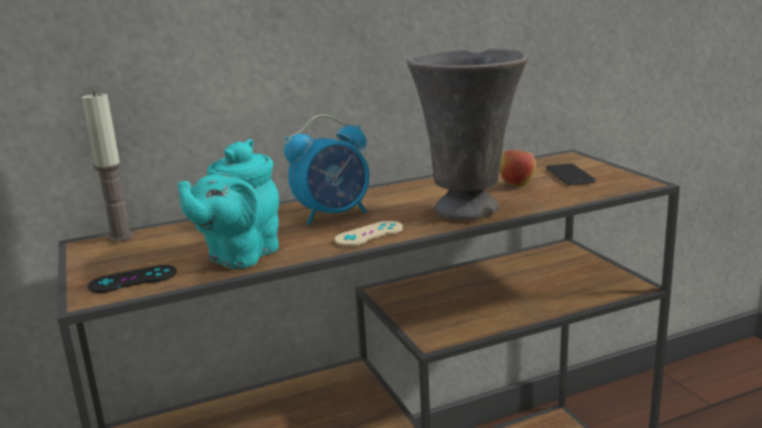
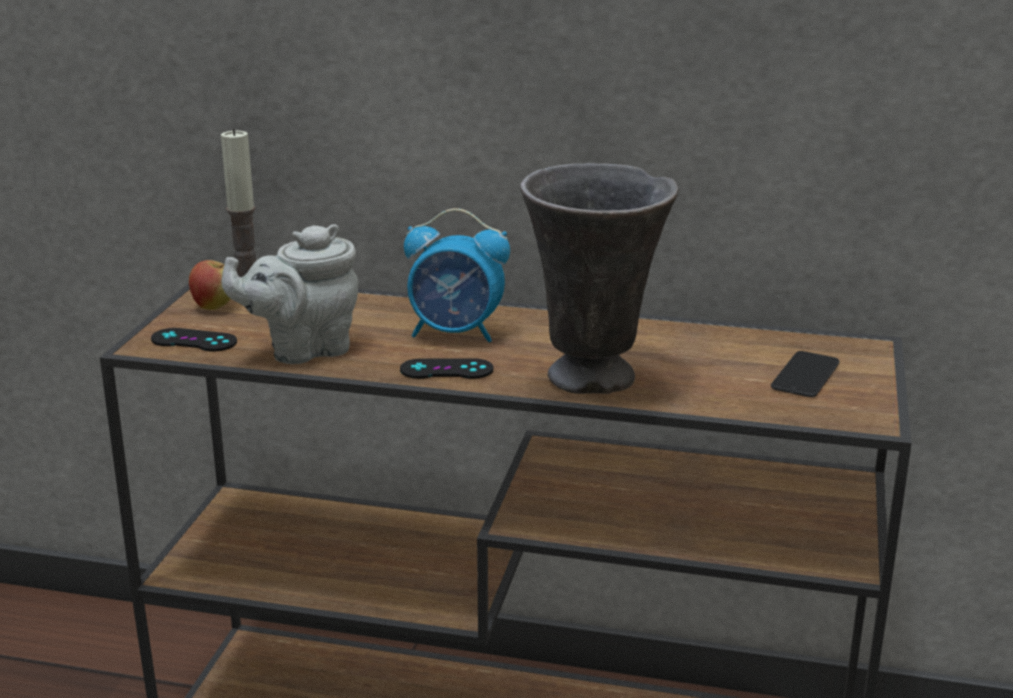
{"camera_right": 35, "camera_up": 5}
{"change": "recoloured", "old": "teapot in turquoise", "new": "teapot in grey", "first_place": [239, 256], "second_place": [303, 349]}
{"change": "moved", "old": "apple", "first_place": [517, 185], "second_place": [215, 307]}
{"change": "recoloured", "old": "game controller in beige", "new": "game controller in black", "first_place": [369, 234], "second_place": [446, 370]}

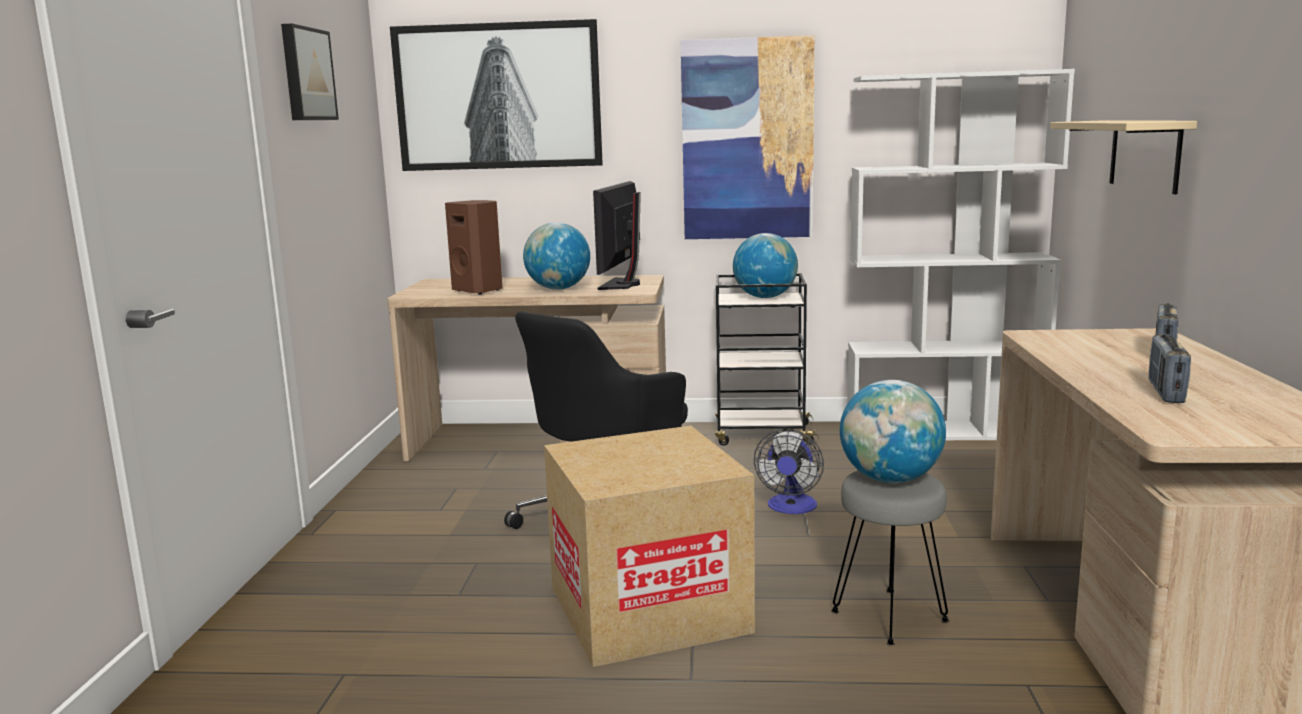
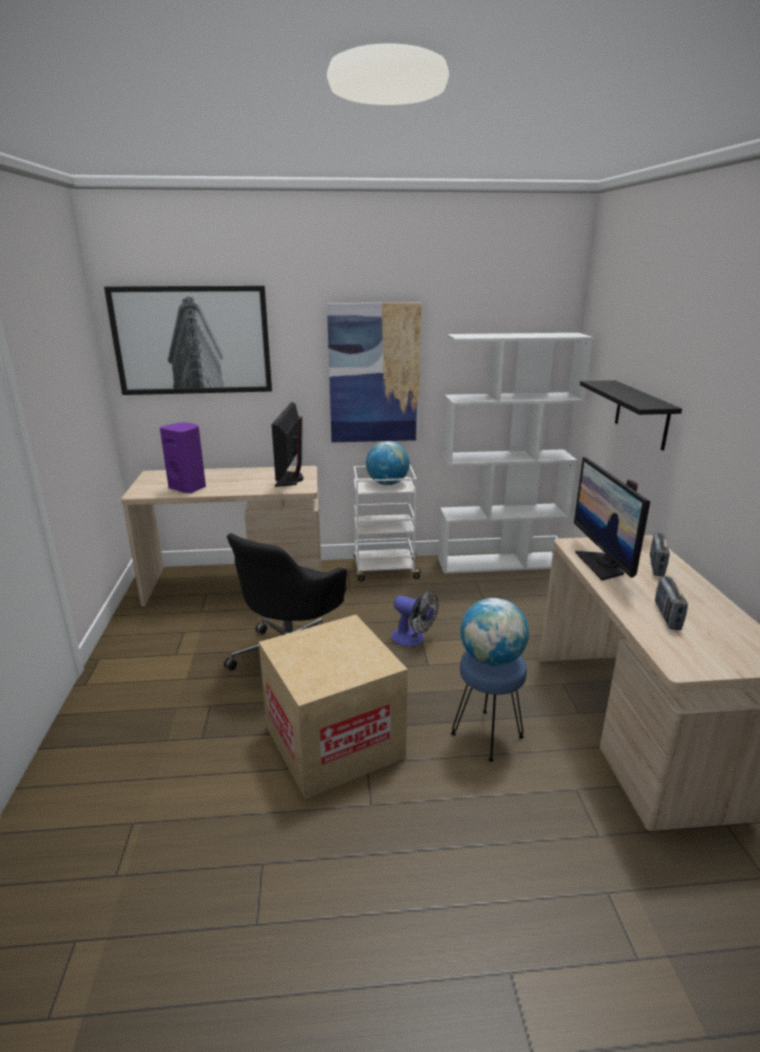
{"camera_right": -10, "camera_up": 10}
{"change": "removed", "old": "picture", "first_place": [306, 74]}
{"change": "recoloured", "old": "shelf in beige", "new": "shelf in black", "first_place": [1144, 154], "second_place": [641, 414]}
{"change": "recoloured", "old": "speaker in brown", "new": "speaker in purple", "first_place": [479, 290], "second_place": [189, 488]}
{"change": "removed", "old": "globe", "first_place": [558, 289]}
{"change": "recoloured", "old": "cart in black", "new": "cart in white", "first_place": [761, 435], "second_place": [384, 570]}
{"change": "turned", "old": "fan", "first_place": [791, 508], "second_place": [413, 639], "degrees": -60}
{"change": "recoloured", "old": "stool in grey", "new": "stool in blue", "first_place": [888, 615], "second_place": [486, 734]}
{"change": "added", "new": "monitor", "second_place": [602, 565]}

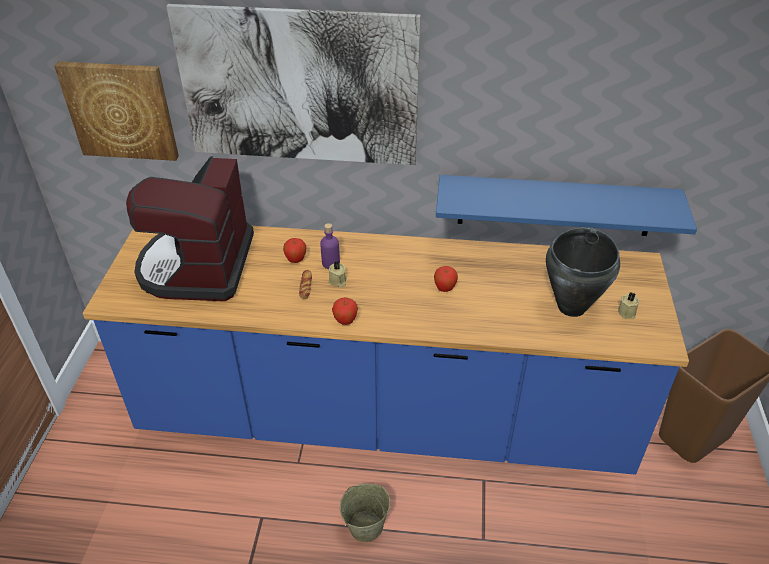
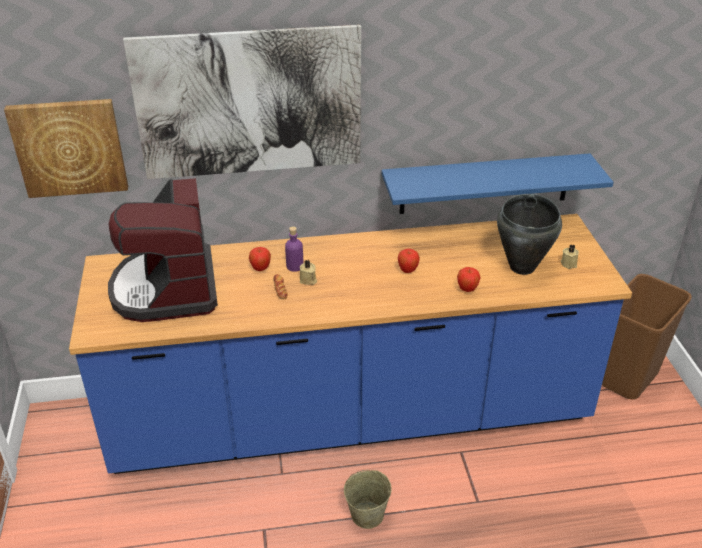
{"camera_right": -15, "camera_up": -5}
{"change": "moved", "old": "apple", "first_place": [345, 321], "second_place": [467, 290]}

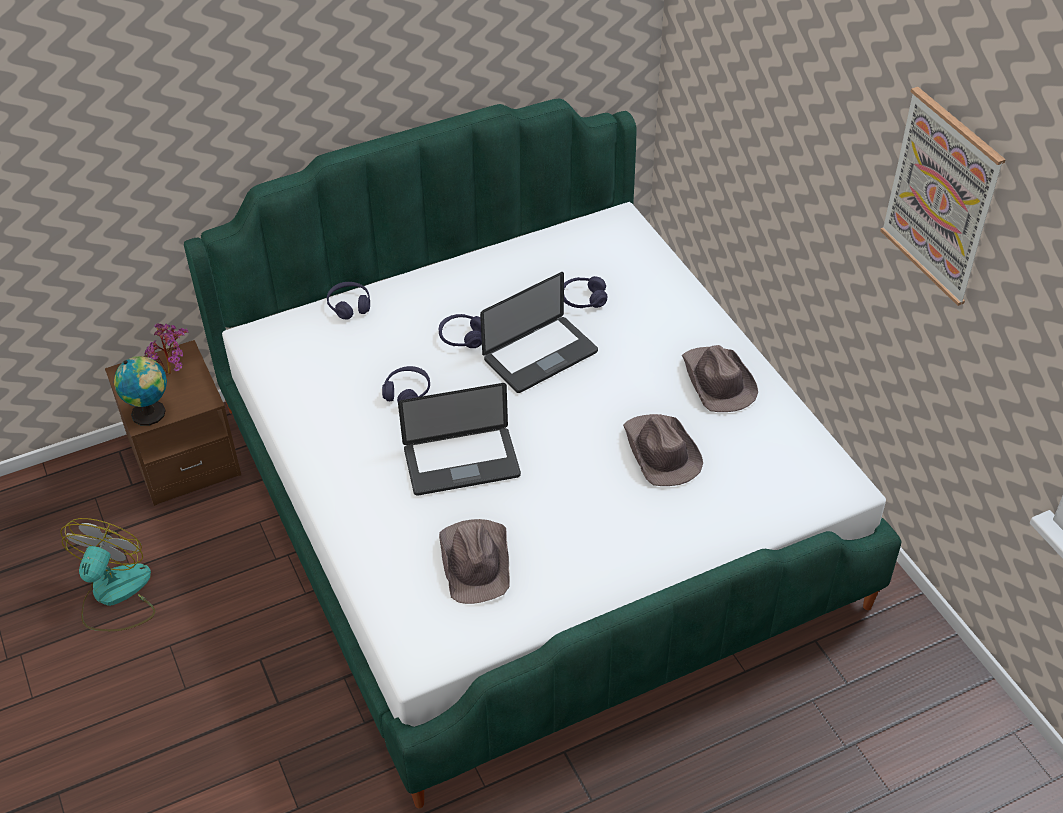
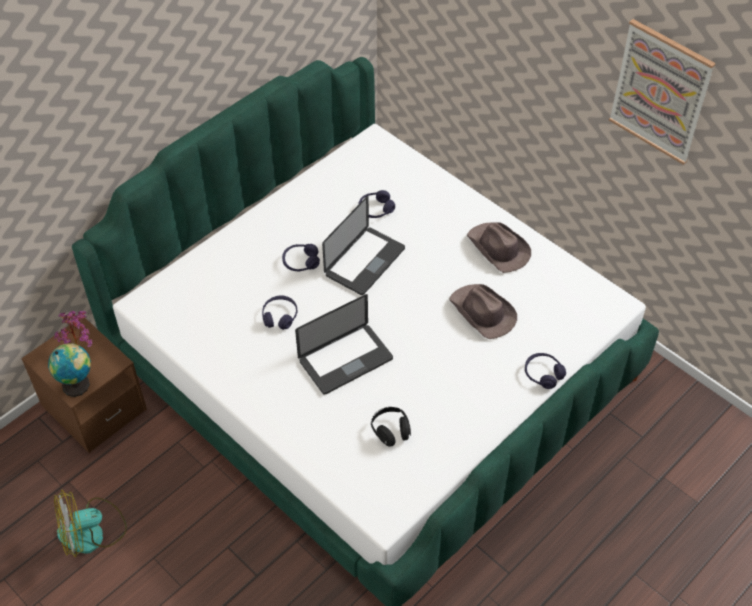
{"camera_right": -20, "camera_up": 5}
{"change": "moved", "old": "headphones in purple", "first_place": [349, 306], "second_place": [543, 374]}
{"change": "turned", "old": "fan", "first_place": [115, 596], "second_place": [92, 533], "degrees": -105}
{"change": "replaced", "old": "hat in brown", "new": "headphones in black", "first_place": [476, 561], "second_place": [391, 431]}

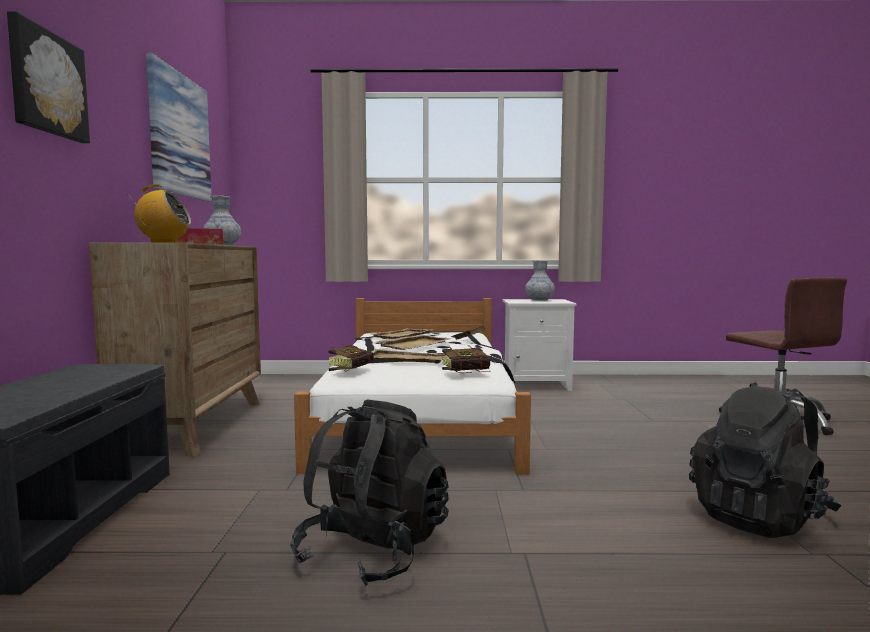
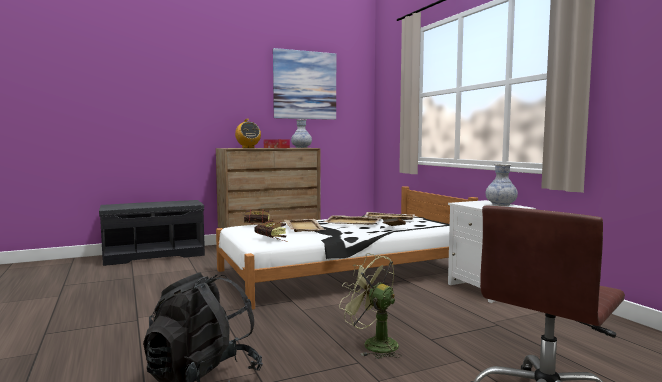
{"camera_right": 65, "camera_up": 0}
{"change": "removed", "old": "picture", "first_place": [46, 83]}
{"change": "removed", "old": "backpack in black", "first_place": [373, 551]}
{"change": "added", "new": "fan in green", "second_place": [373, 344]}

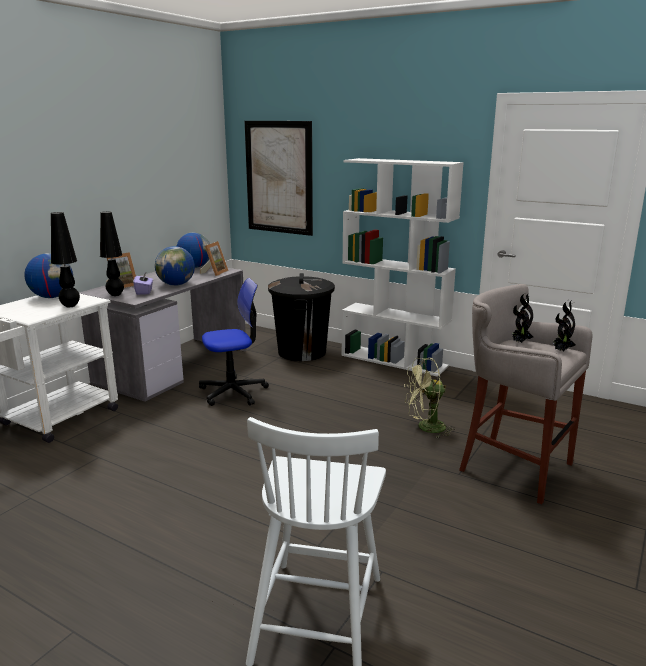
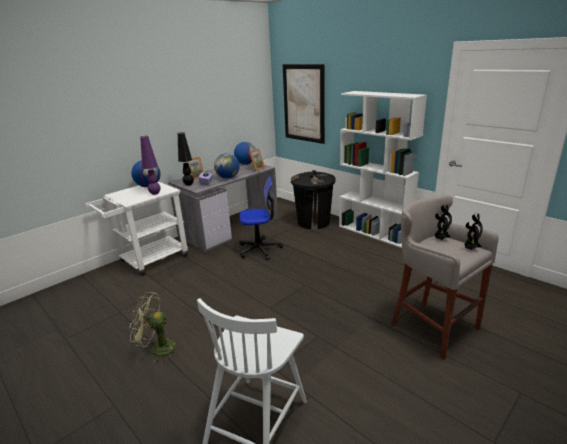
{"camera_right": 15, "camera_up": 5}
{"change": "recoloured", "old": "table lamp in black", "new": "table lamp in purple", "first_place": [70, 306], "second_place": [155, 193]}
{"change": "moved", "old": "fan in green", "first_place": [426, 428], "second_place": [157, 349]}

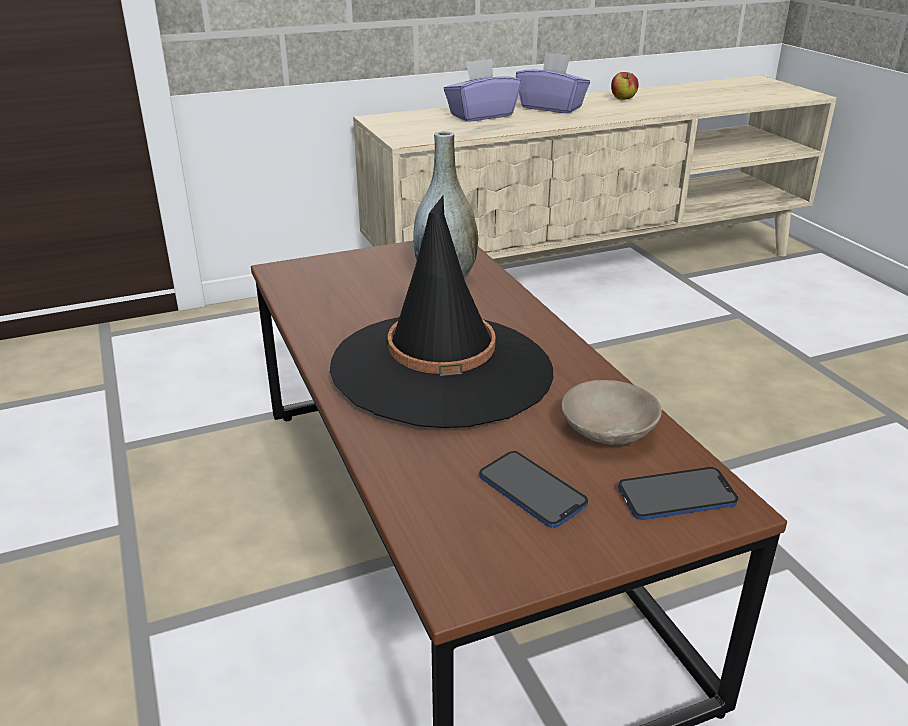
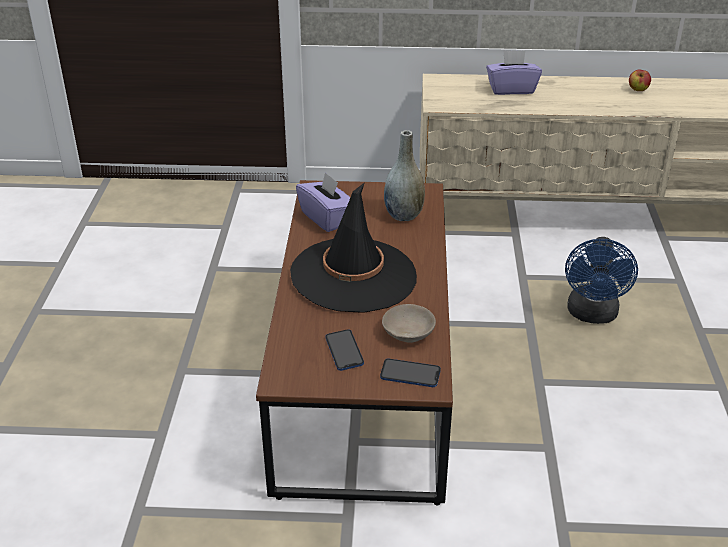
{"camera_right": 25, "camera_up": 5}
{"change": "moved", "old": "tissue box in purple", "first_place": [551, 107], "second_place": [327, 218]}
{"change": "added", "new": "fan in blue", "second_place": [592, 315]}

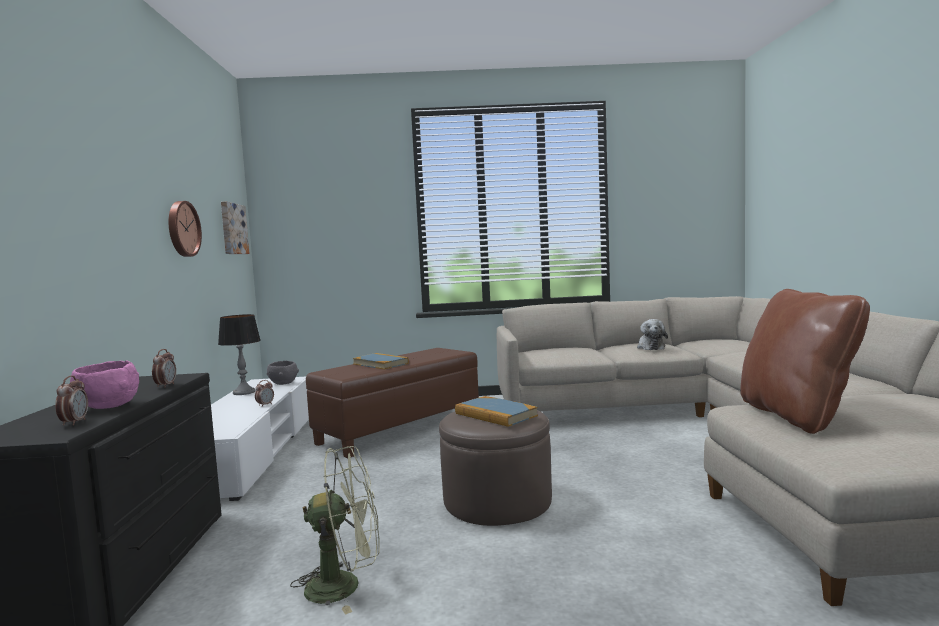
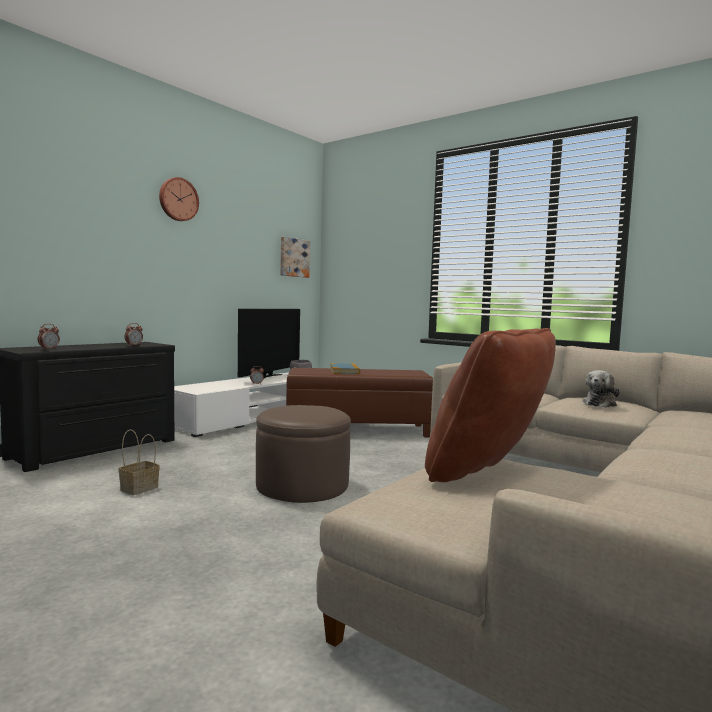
{"camera_right": 40, "camera_up": 0}
{"change": "moved", "old": "wall clock", "first_place": [182, 229], "second_place": [178, 199]}
{"change": "replaced", "old": "table lamp", "new": "television", "first_place": [244, 392], "second_place": [269, 376]}
{"change": "removed", "old": "bowl in pink", "first_place": [108, 407]}
{"change": "removed", "old": "book", "first_place": [495, 415]}
{"change": "replaced", "old": "fan in green", "new": "basket", "first_place": [345, 585], "second_place": [140, 488]}

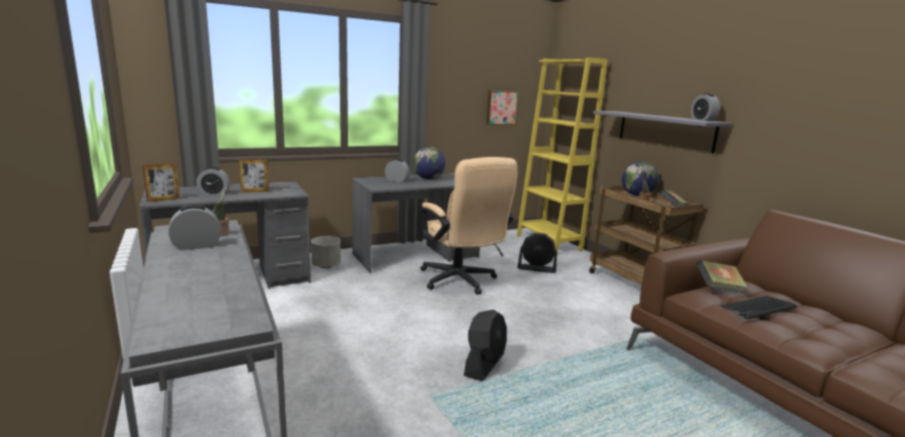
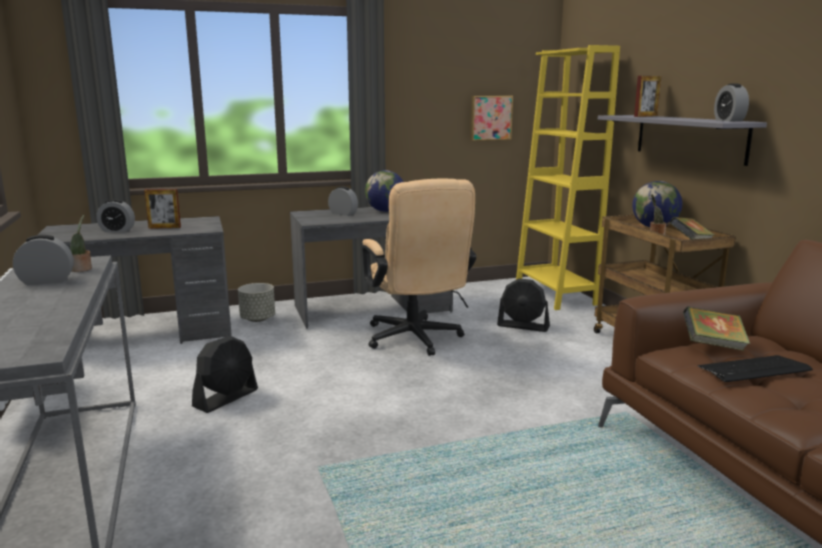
{"camera_right": 10, "camera_up": 0}
{"change": "moved", "old": "picture frame", "first_place": [163, 199], "second_place": [645, 116]}
{"change": "moved", "old": "fan in black", "first_place": [484, 364], "second_place": [226, 398]}

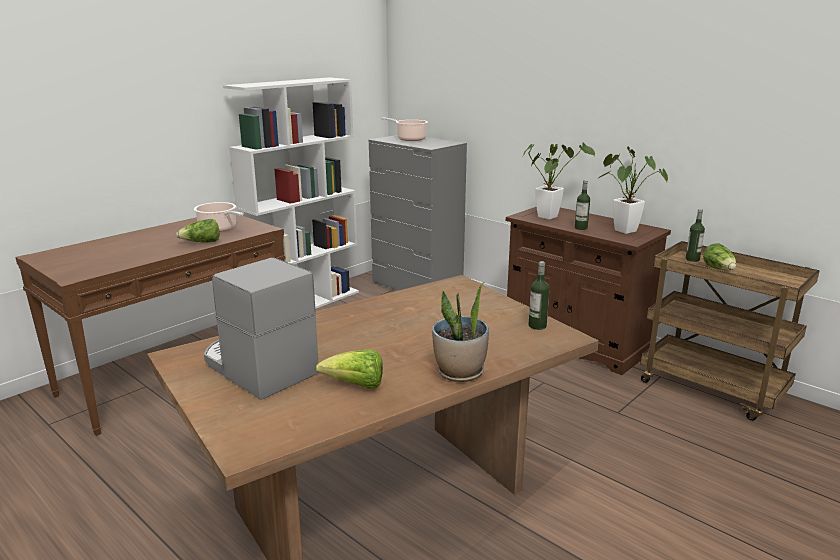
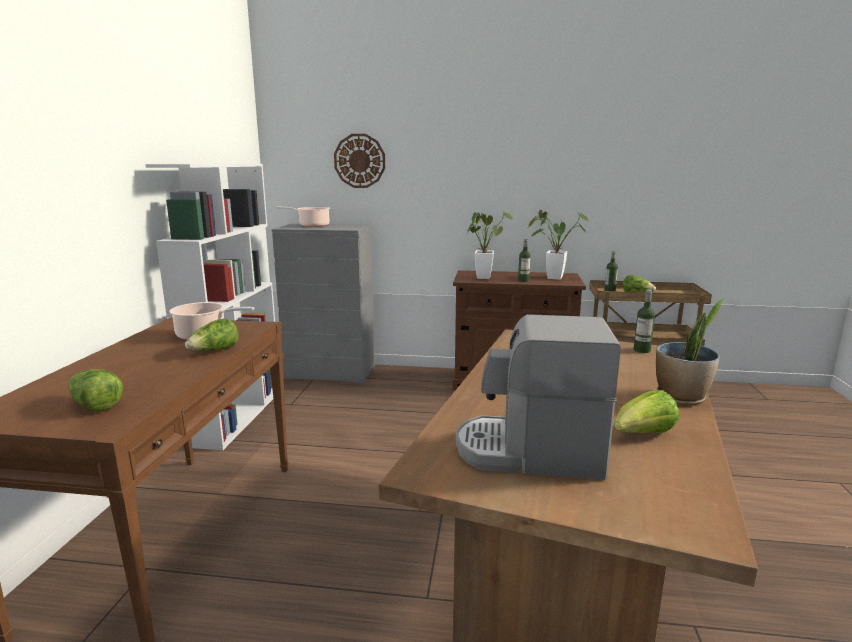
{"camera_right": -35, "camera_up": -5}
{"change": "added", "new": "wall clock", "second_place": [359, 161]}
{"change": "added", "new": "lettuce", "second_place": [95, 405]}

